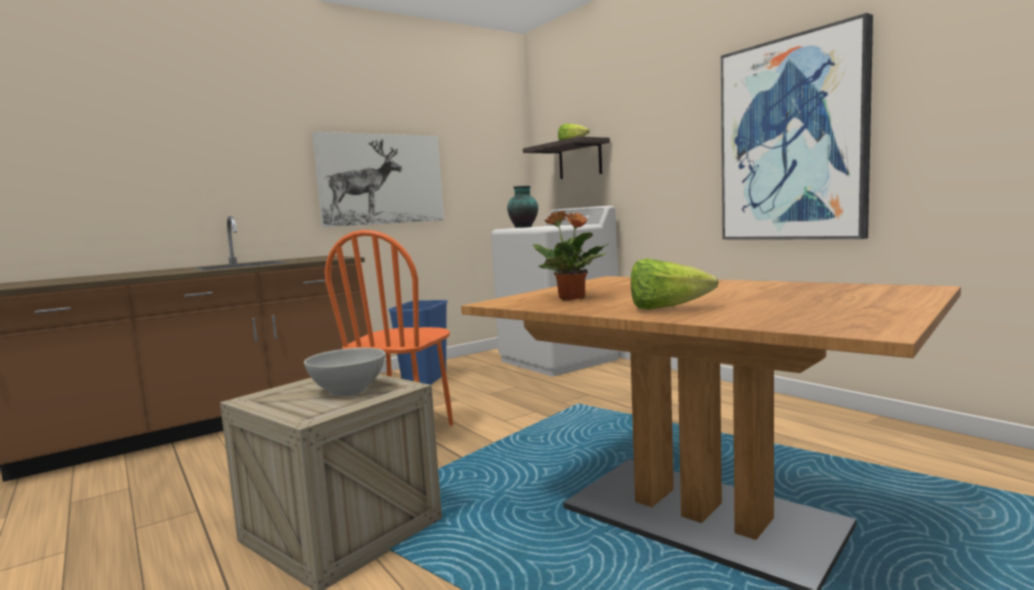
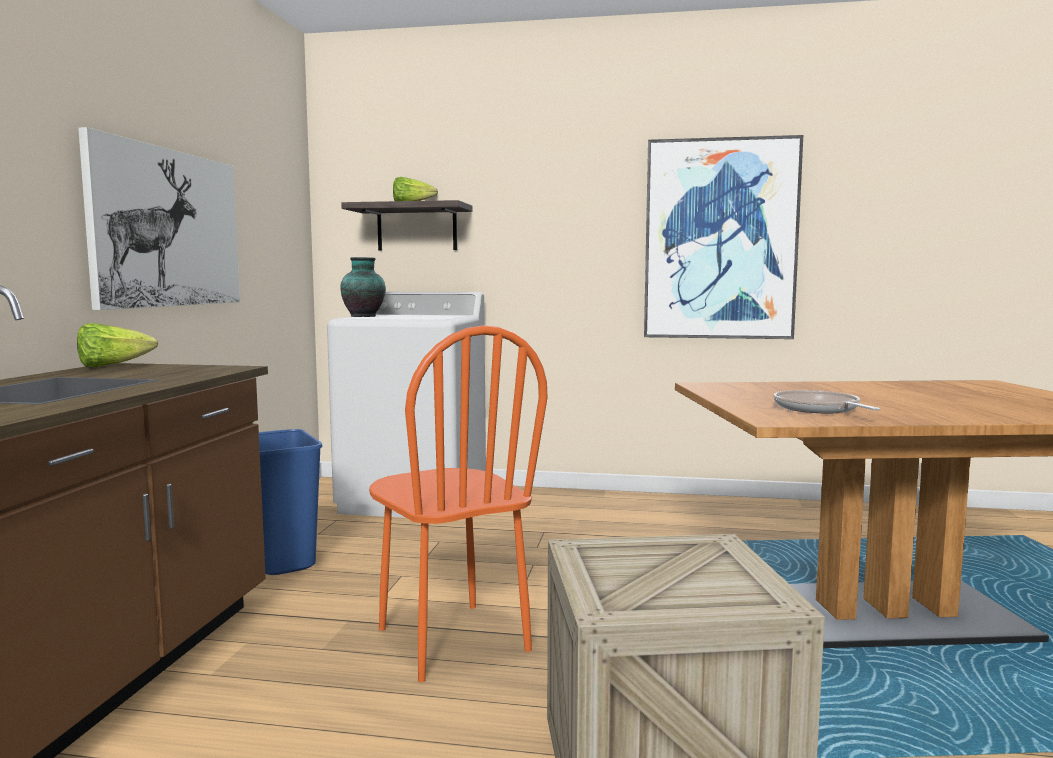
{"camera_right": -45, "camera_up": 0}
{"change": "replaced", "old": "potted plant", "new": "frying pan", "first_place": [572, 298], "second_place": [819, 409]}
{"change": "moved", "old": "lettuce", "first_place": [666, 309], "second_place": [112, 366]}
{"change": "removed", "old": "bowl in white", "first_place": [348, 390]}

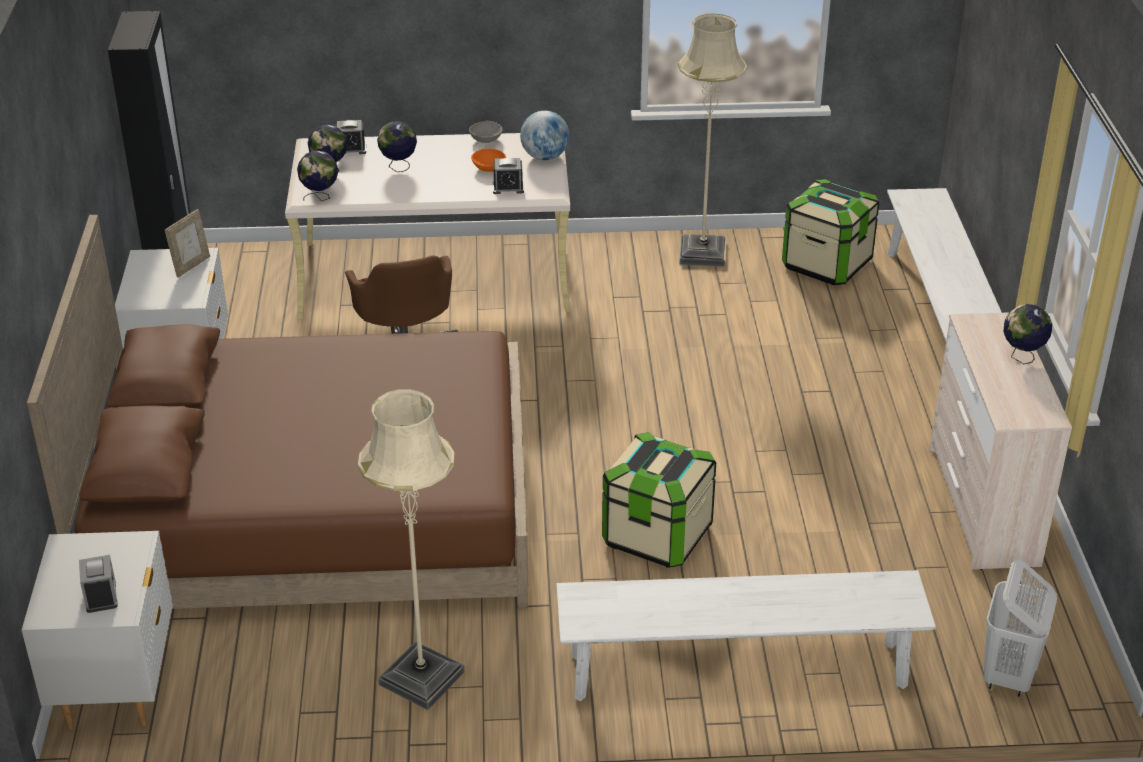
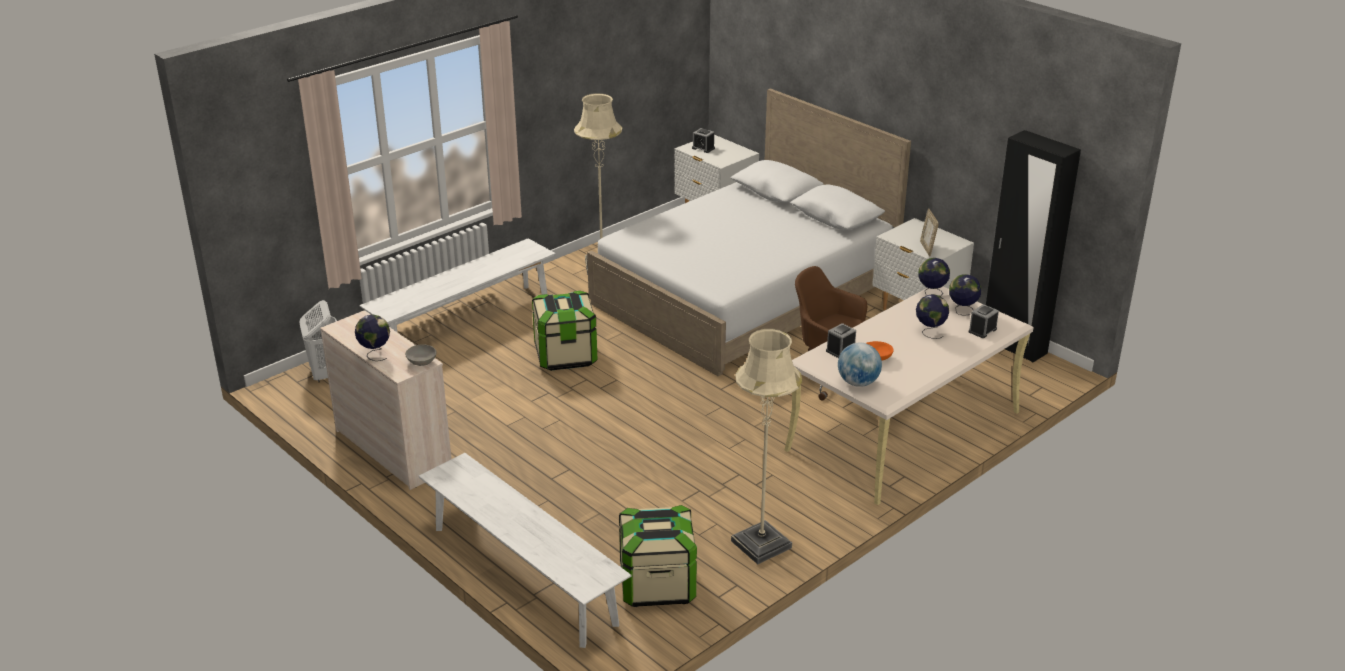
{"camera_right": 140, "camera_up": -5}
{"change": "moved", "old": "bowl in grey", "first_place": [485, 140], "second_place": [422, 362]}
{"change": "recoloured", "old": "bed in brown", "new": "bed in white", "first_place": [315, 511], "second_place": [745, 294]}

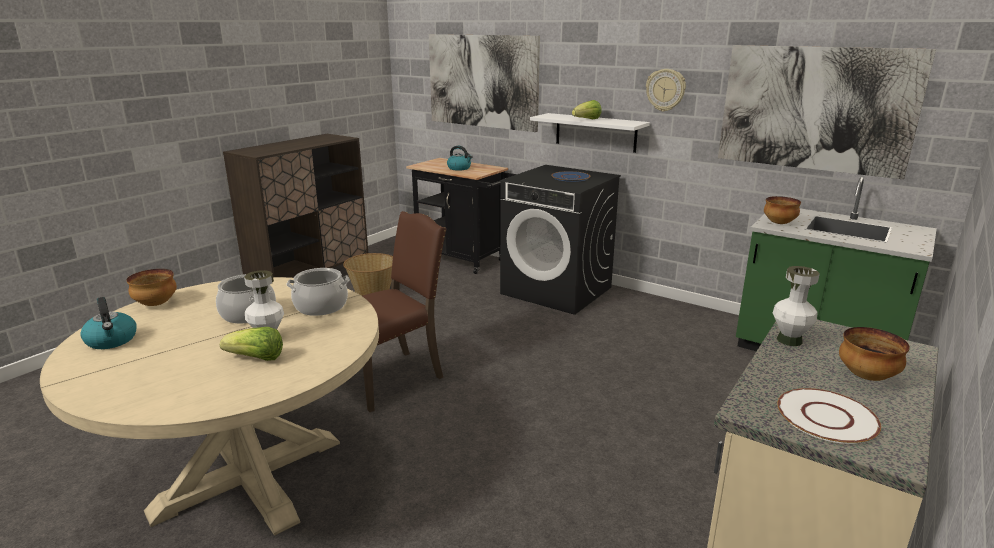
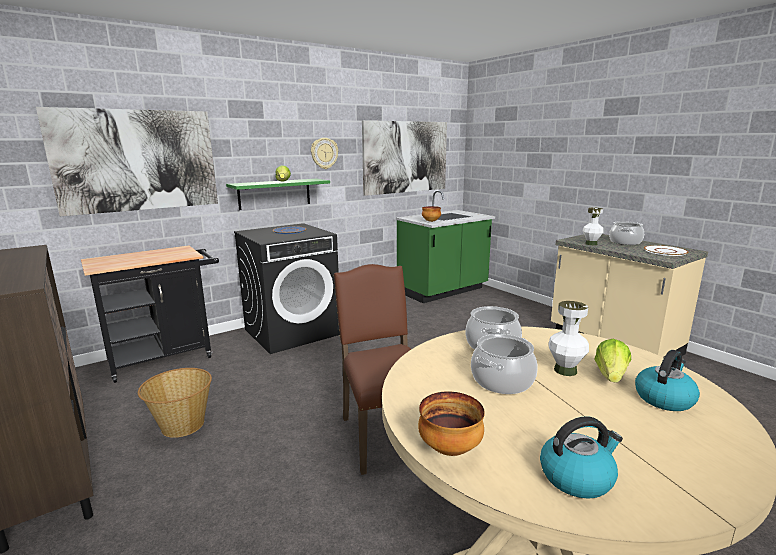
{"camera_right": -70, "camera_up": -5}
{"change": "recoloured", "old": "shelf in white", "new": "shelf in green", "first_place": [595, 132], "second_place": [274, 193]}
{"change": "moved", "old": "kettle", "first_place": [459, 168], "second_place": [664, 398]}
{"change": "replaced", "old": "bowl", "new": "cooking pot", "first_place": [867, 376], "second_place": [625, 242]}

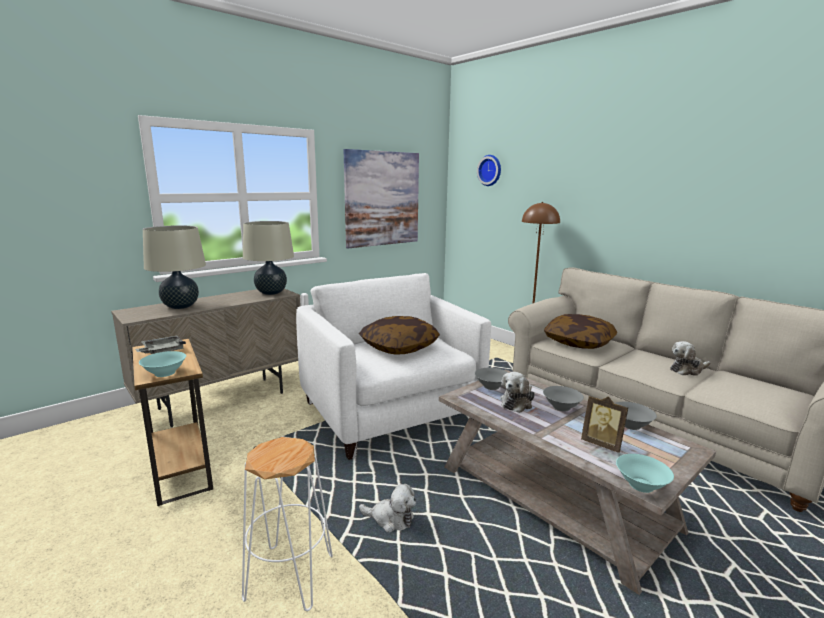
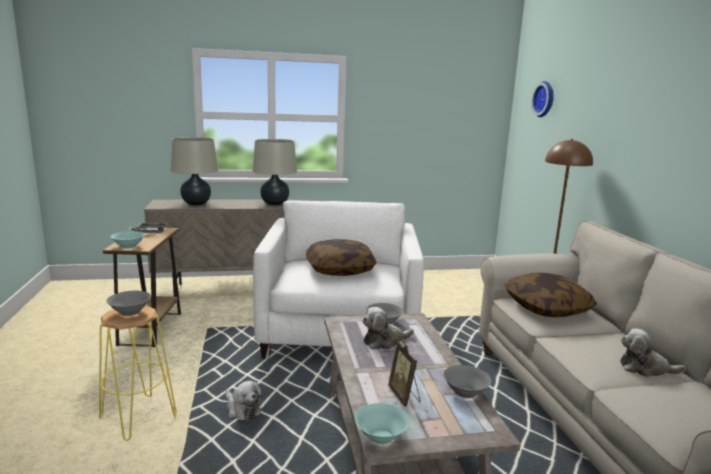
{"camera_right": 30, "camera_up": 0}
{"change": "removed", "old": "picture", "first_place": [382, 199]}
{"change": "moved", "old": "bowl in grey", "first_place": [562, 407], "second_place": [130, 312]}
{"change": "recoloured", "old": "stool in white", "new": "stool in yellow", "first_place": [289, 577], "second_place": [138, 417]}

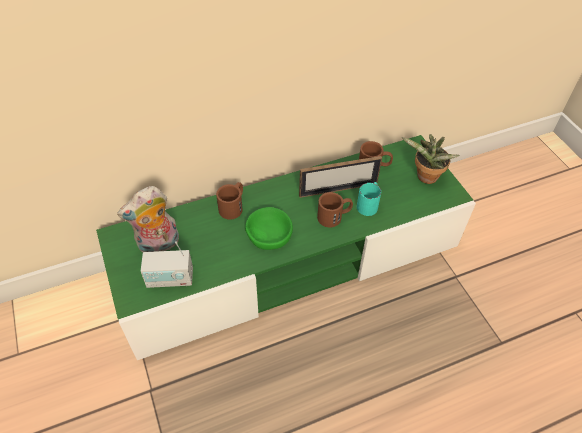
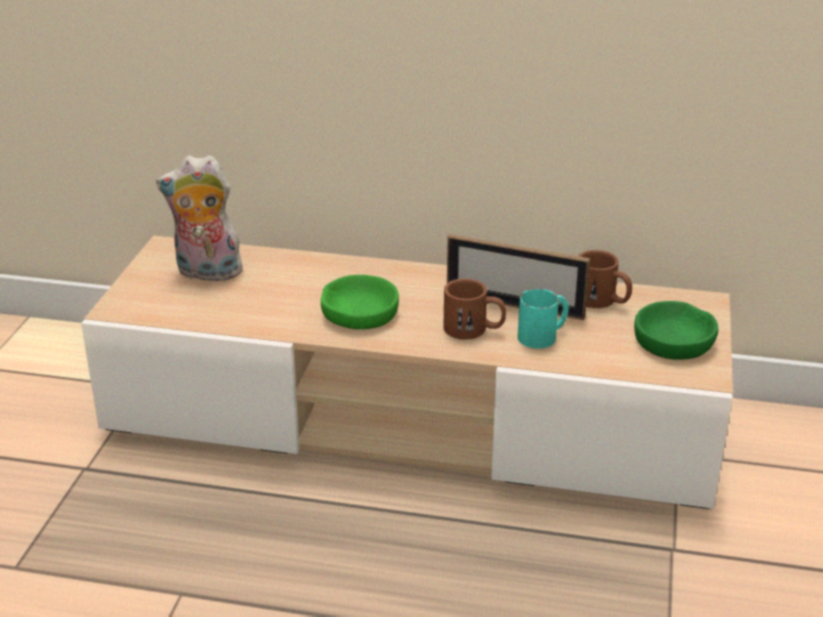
{"camera_right": 35, "camera_up": -20}
{"change": "replaced", "old": "potted plant", "new": "bowl in green", "first_place": [425, 178], "second_place": [674, 340]}
{"change": "recoloured", "old": "tv stand in green", "new": "tv stand in beige", "first_place": [290, 261], "second_place": [411, 419]}
{"change": "removed", "old": "mug in brown", "first_place": [233, 206]}
{"change": "removed", "old": "radio", "first_place": [170, 279]}

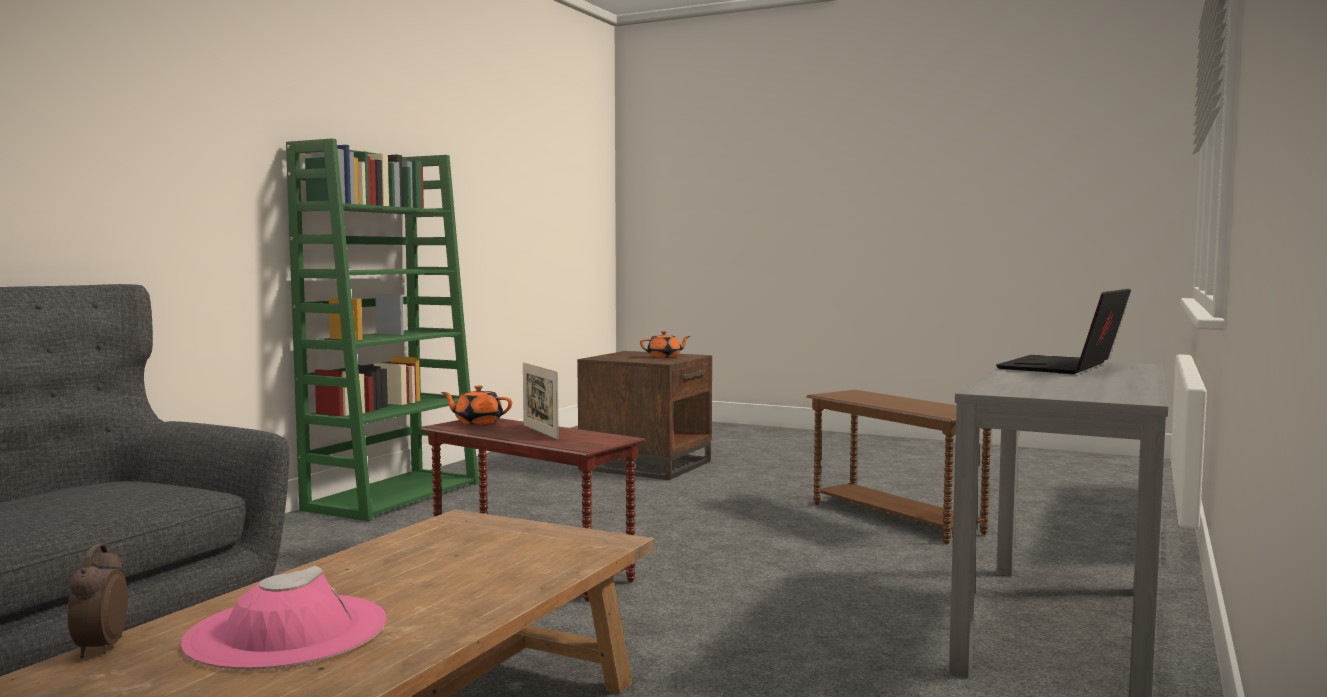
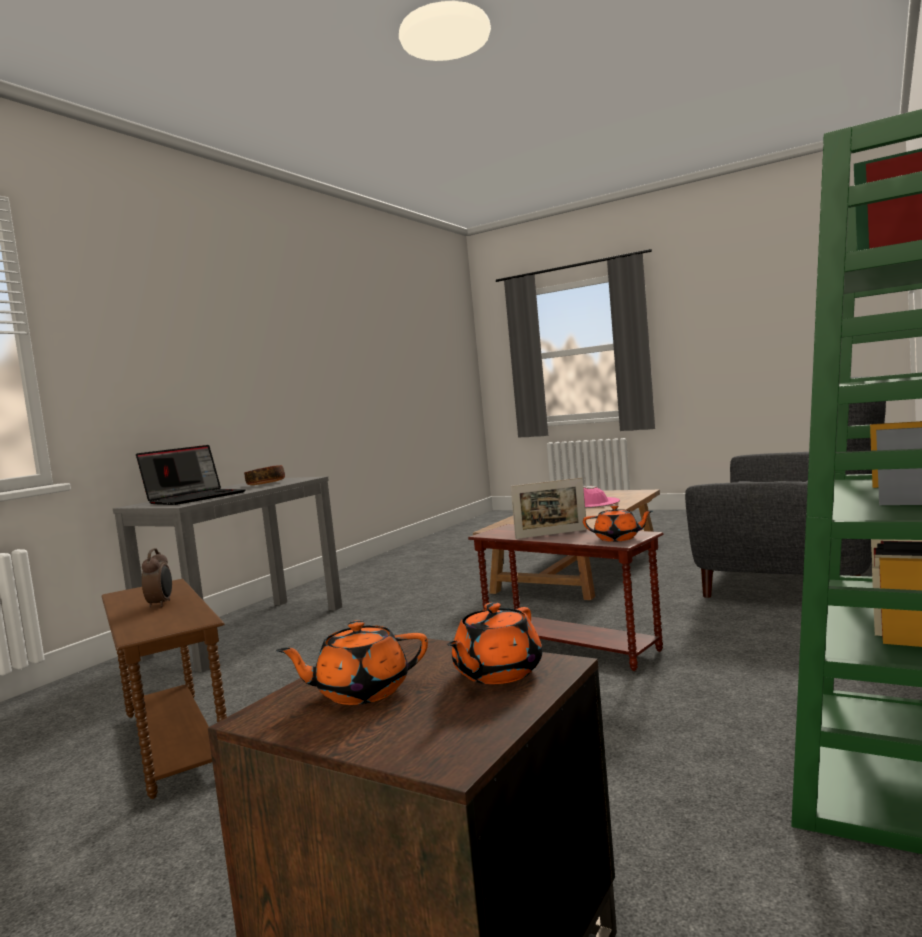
{"camera_right": -175, "camera_up": 0}
{"change": "turned", "old": "picture frame", "first_place": [540, 431], "second_place": [551, 534], "degrees": 105}
{"change": "moved", "old": "alarm clock", "first_place": [99, 648], "second_place": [161, 604]}
{"change": "added", "new": "bowl", "second_place": [266, 484]}
{"change": "added", "new": "teapot in orange", "second_place": [496, 673]}

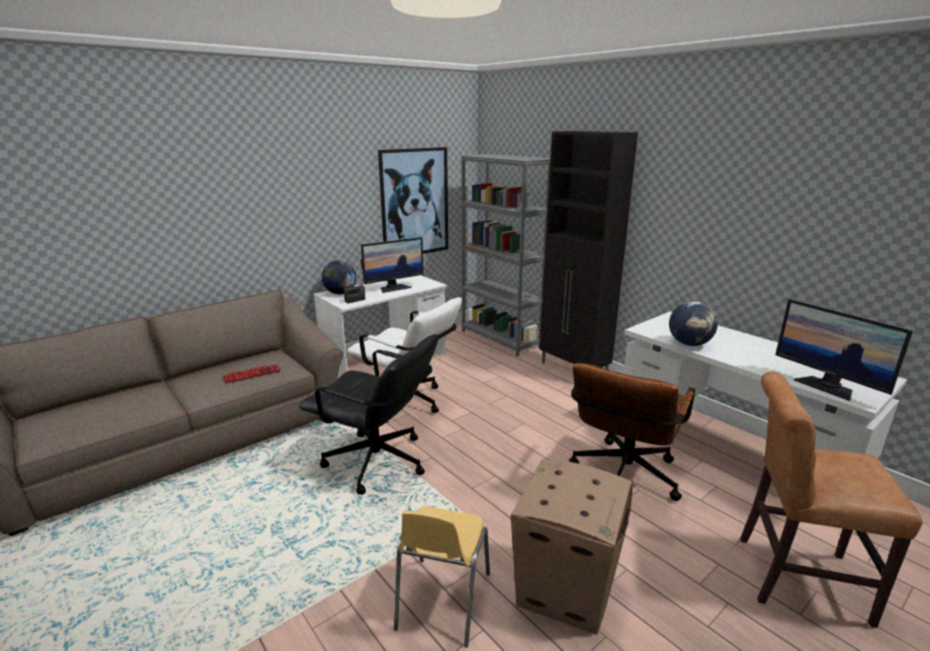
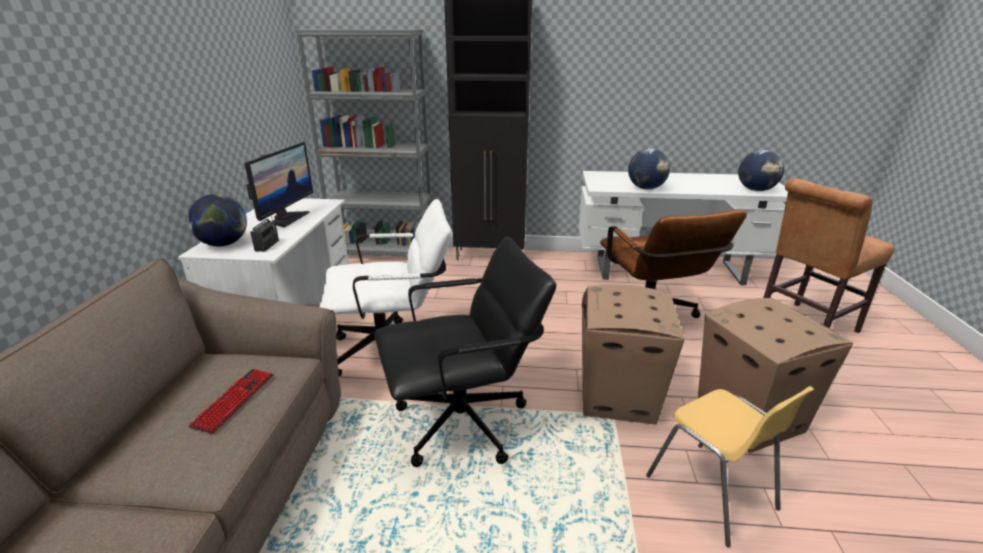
{"camera_right": -45, "camera_up": 5}
{"change": "removed", "old": "picture", "first_place": [415, 203]}
{"change": "replaced", "old": "monitor", "new": "globe", "first_place": [827, 386], "second_place": [756, 190]}
{"change": "added", "new": "cardboard box", "second_place": [618, 398]}

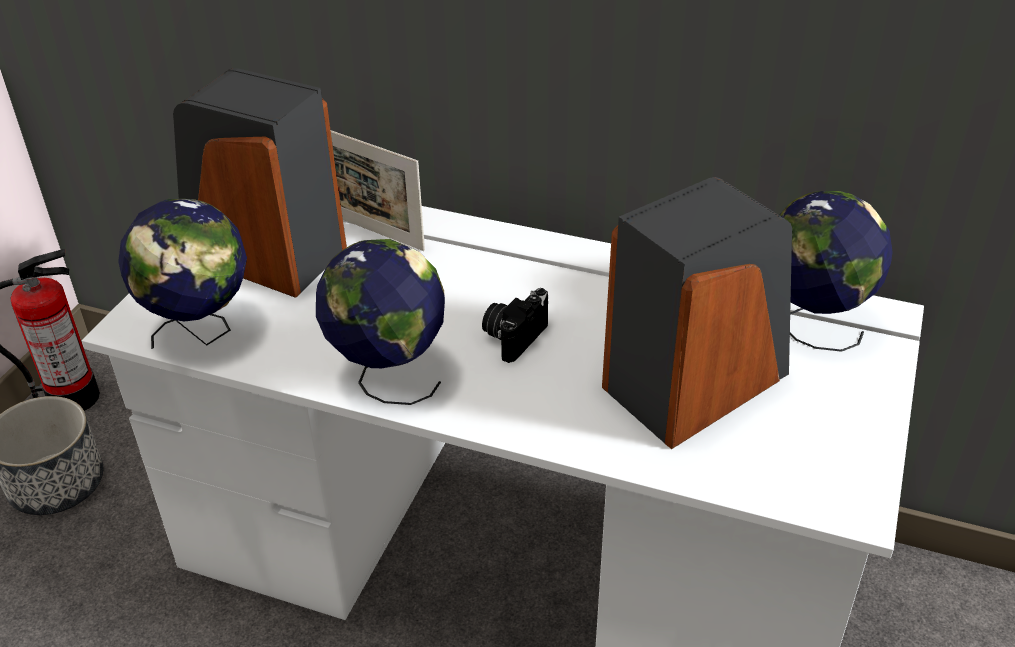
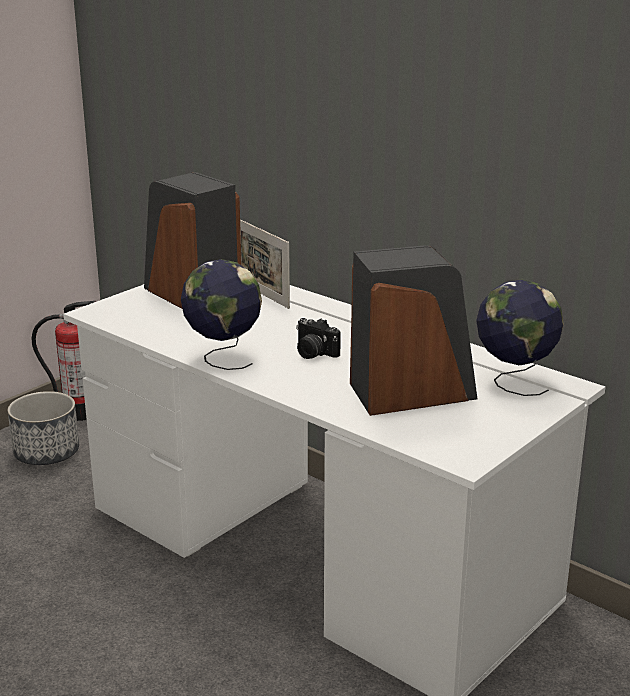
{"camera_right": 20, "camera_up": -15}
{"change": "removed", "old": "globe", "first_place": [201, 332]}
{"change": "turned", "old": "photo camera", "first_place": [514, 336], "second_place": [313, 353], "degrees": -105}

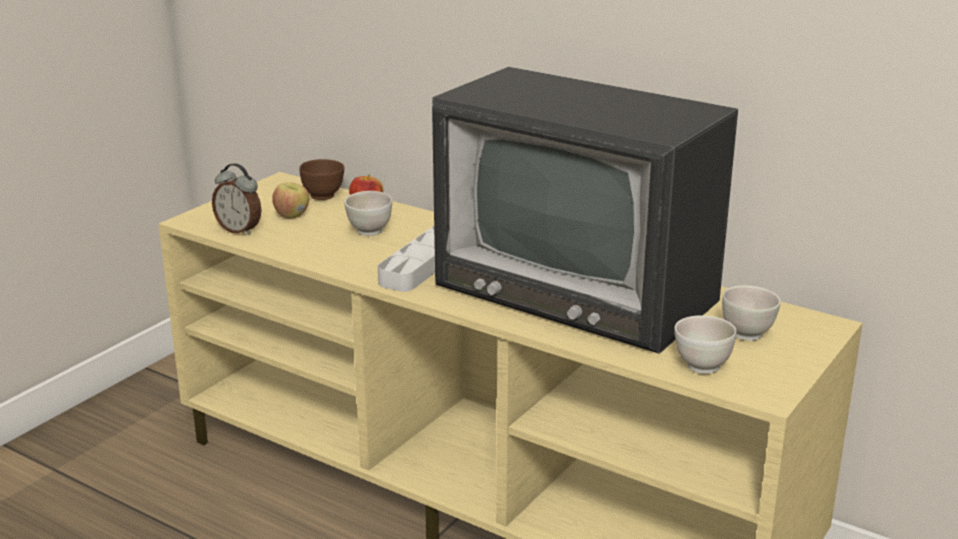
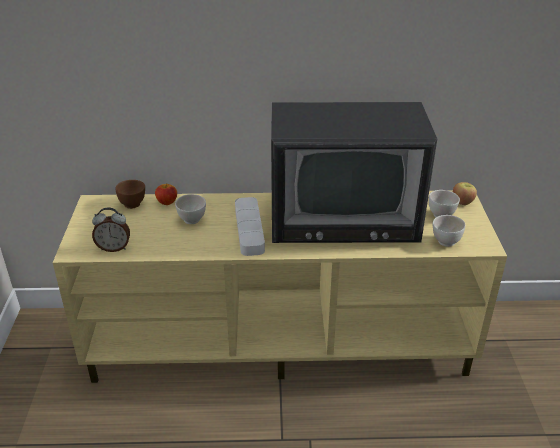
{"camera_right": -35, "camera_up": 10}
{"change": "moved", "old": "apple", "first_place": [292, 215], "second_place": [462, 202]}

